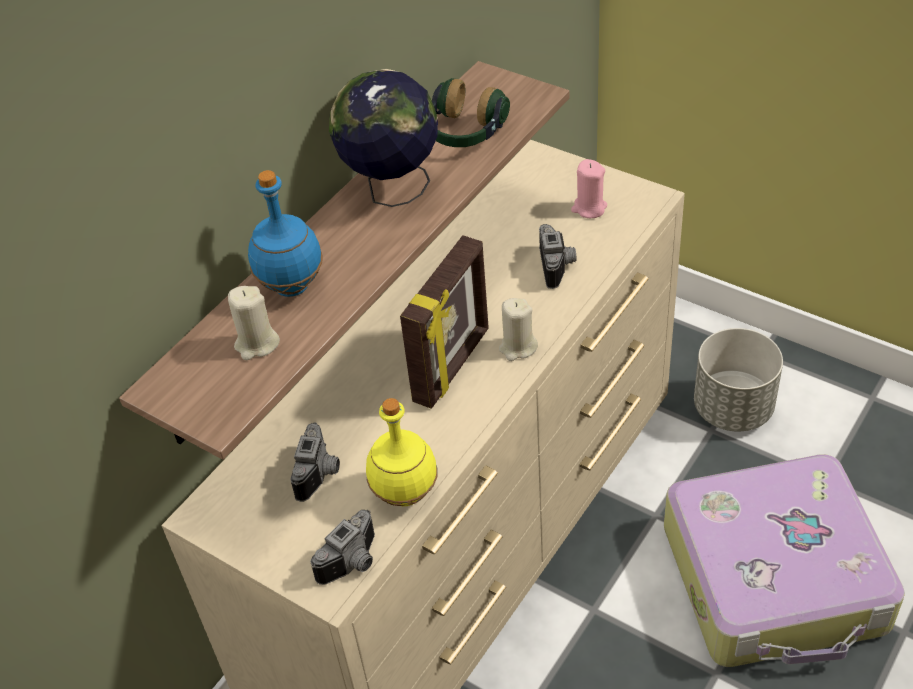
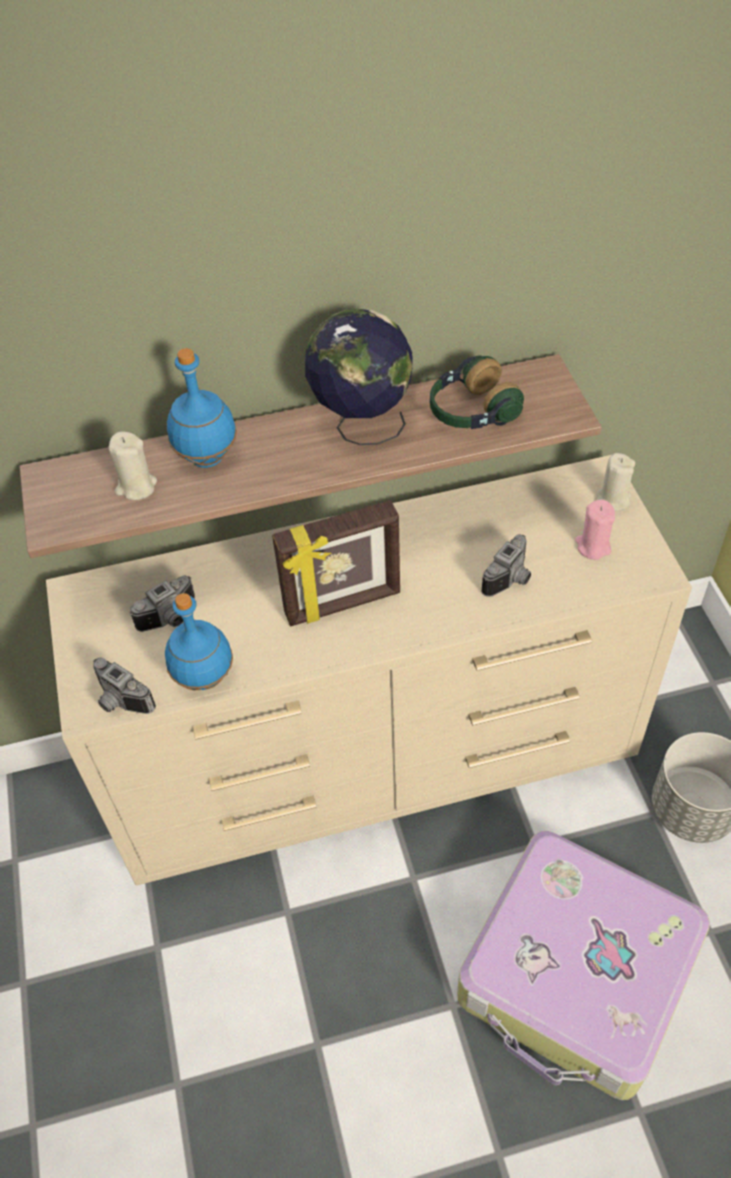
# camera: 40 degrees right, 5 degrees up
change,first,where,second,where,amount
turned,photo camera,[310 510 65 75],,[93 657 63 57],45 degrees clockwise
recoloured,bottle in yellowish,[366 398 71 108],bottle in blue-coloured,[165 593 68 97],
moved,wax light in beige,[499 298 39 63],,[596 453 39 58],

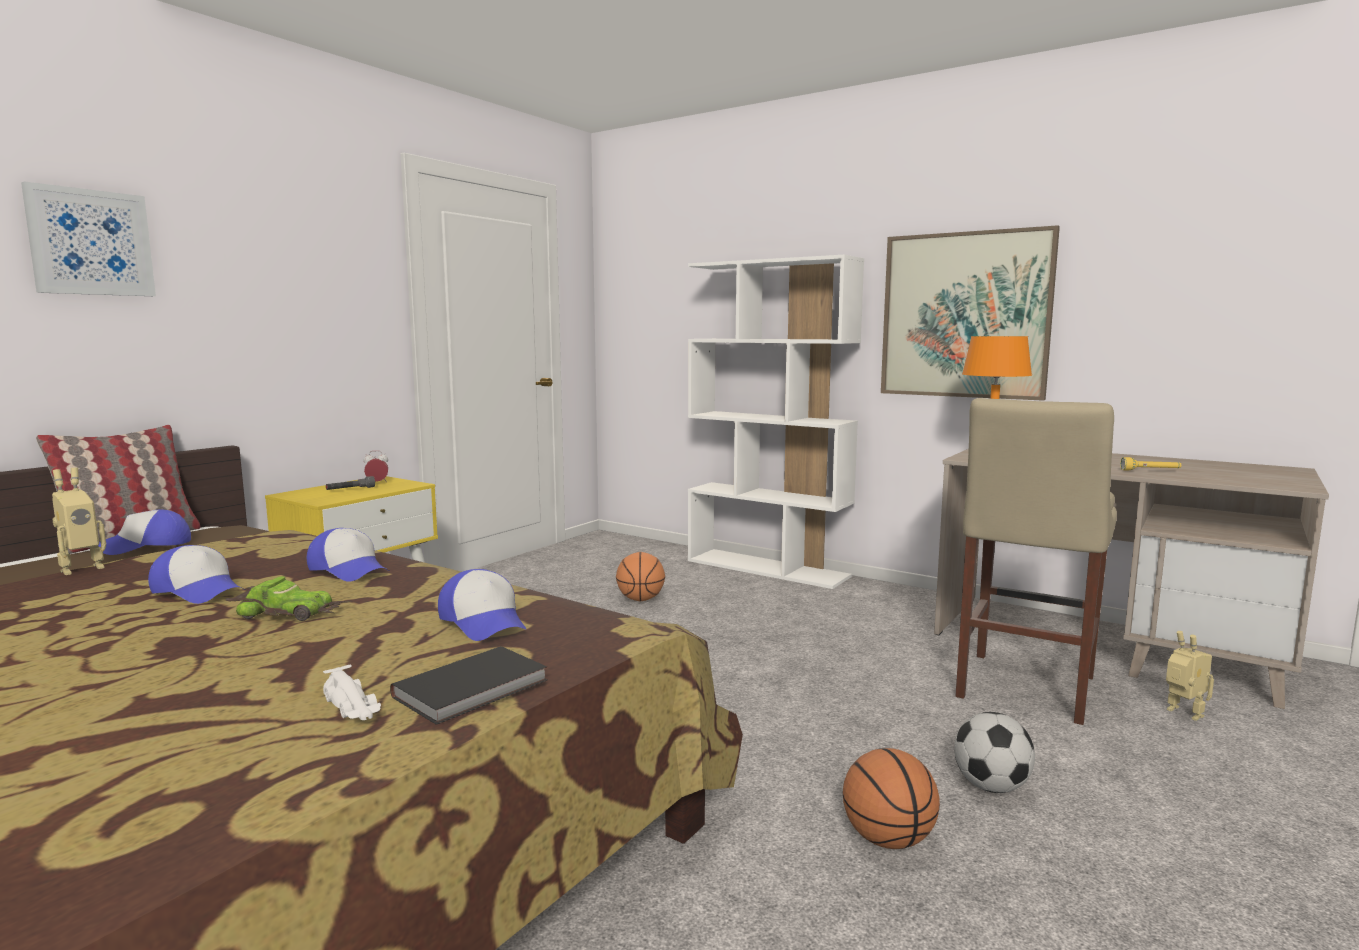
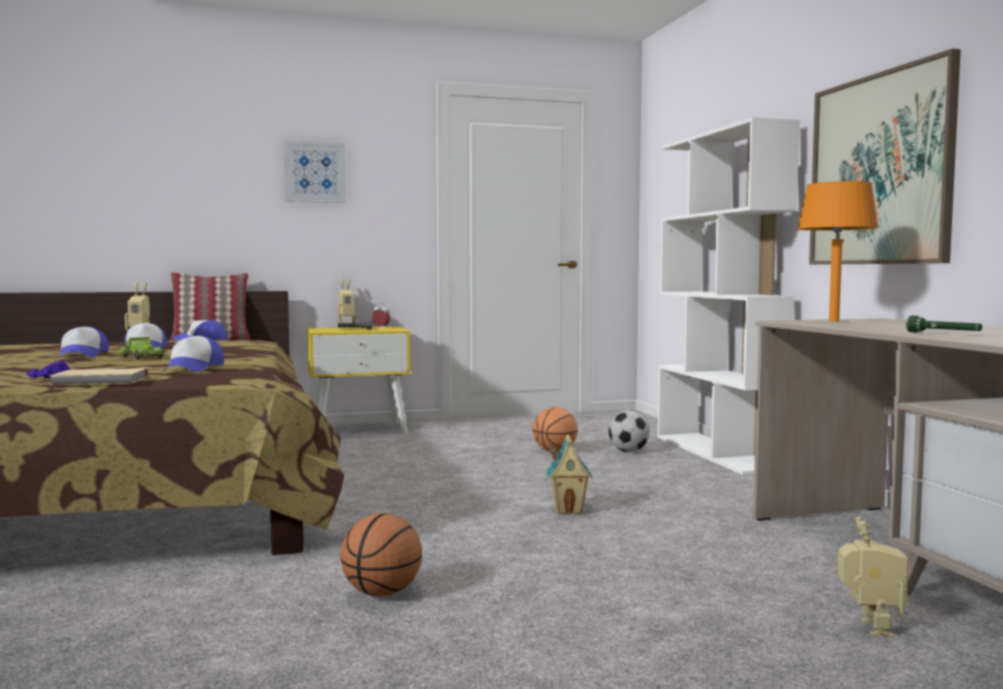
# camera: 40 degrees right, 5 degrees down
change,first,where,second,where,amount
moved,picture,[21 181 135 115],,[284 141 62 62],
moved,peaked cap,[307 528 82 54],,[58 327 51 31],
recoloured,miniature car in white,[323 665 58 55],miniature car in purple,[26 360 45 18],
recoloured,book in blackish,[390 646 157 79],book in beige,[49 368 99 17],
moved,ball for football,[954 712 81 81],,[609 410 41 42],
removed,stool in beige,[956 398 161 327],,,
recoloured,hand torch in yellowish,[1120 457 61 14],hand torch in green-coloured,[906 316 76 16],
added,,,robot figure,[338 278 19 50],
added,,,model house,[546 434 46 81],

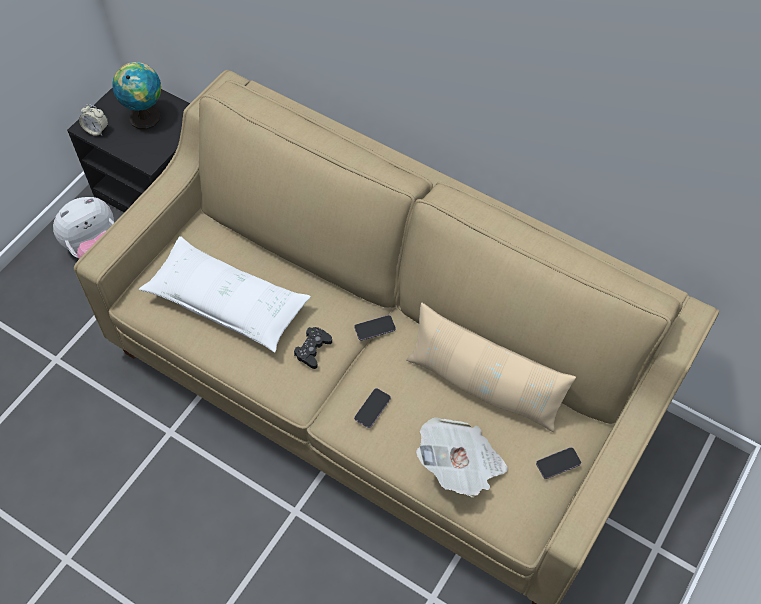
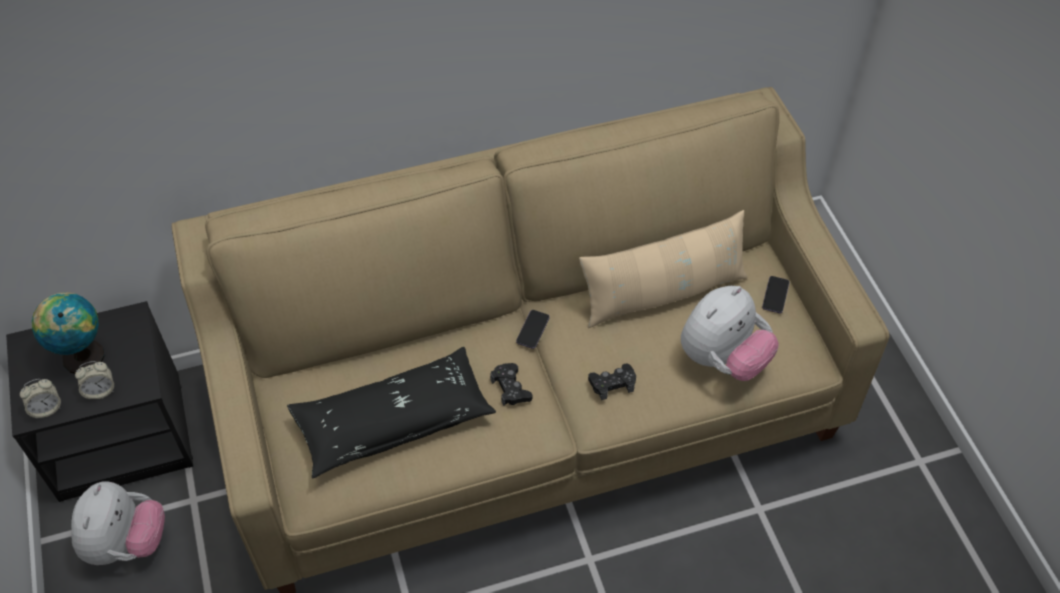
# camera: 50 degrees left, 5 degrees down
change,first,where,second,where,amount
recoloured,cushion in white,[139 236 172 117],cushion in blackish,[287 347 209 132],
replaced,handset,[354 388 37 40],joypad in blackish,[588 364 48 36],
replaced,daily paper,[416 417 92 80],cuddly toy,[681 286 98 95],
added,,,table clock,[75 361 39 39],

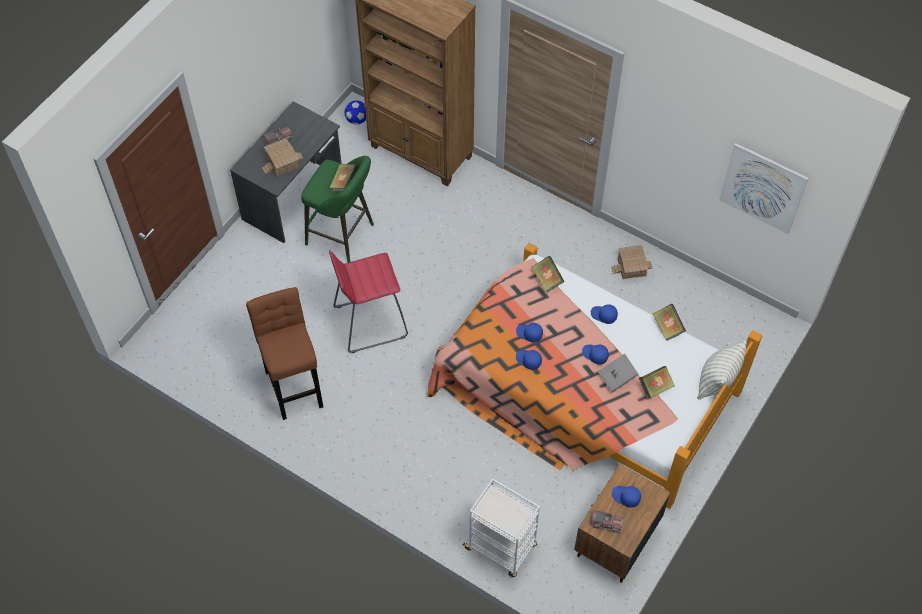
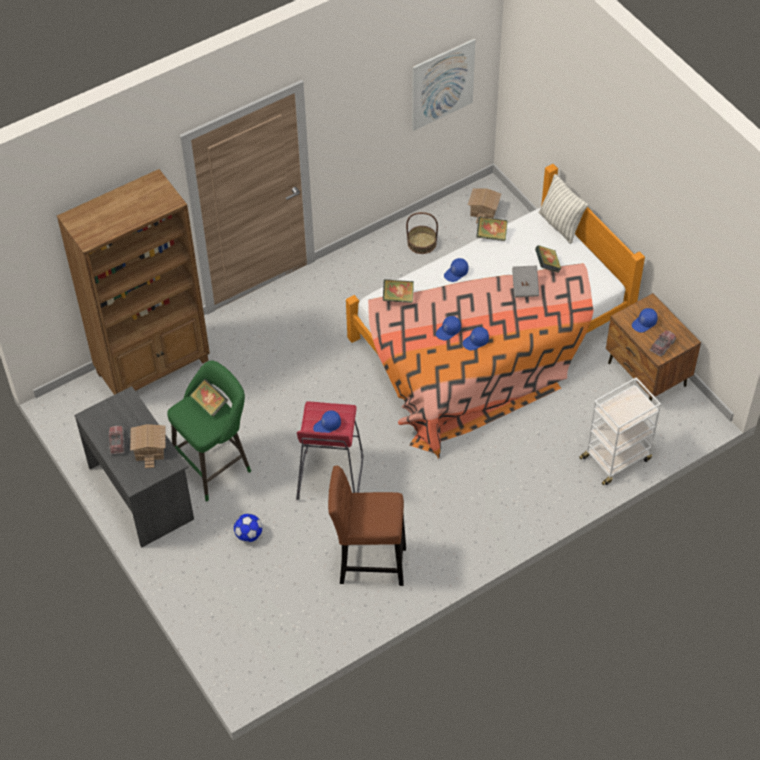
# camera: 65 degrees left, 5 degrees down
change,first,where,second,where,amount
moved,ball for football,[344 100 22 24],,[234 514 28 28],
moved,peaked cap in blue-coloured,[582 344 27 21],,[313 411 28 22],
moved,model house,[611 245 42 34],,[468 188 33 36],
added,,,basket,[406 212 32 42],

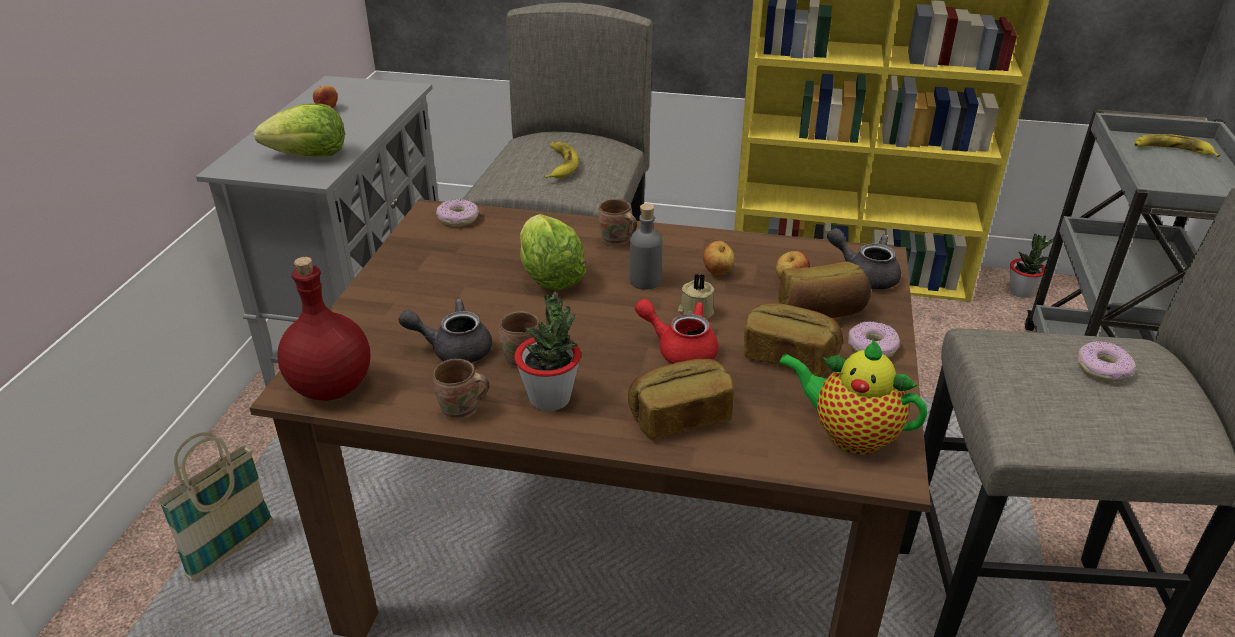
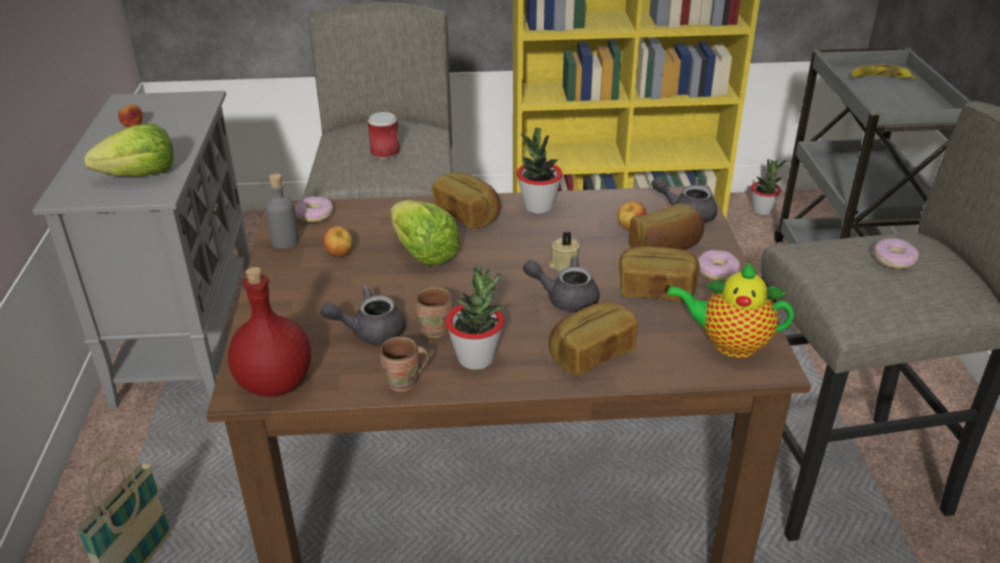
# camera: 15 degrees left, 0 degrees up
change,first,where,second,where,amount
replaced,banana,[544 142 35 36],sealed can,[368 112 32 47],
replaced,tea mug in brown-coloured,[598 199 39 47],baked bread,[432 172 69 57],
moved,bottle in grey,[629 203 33 87],,[265 173 34 76],
recoloured,teapot in red,[635 299 83 65],teapot in grey,[523 256 77 56],
moved,whole apple,[703 241 31 34],,[323 226 29 31],
added,,,houseplant,[517 128 46 86],

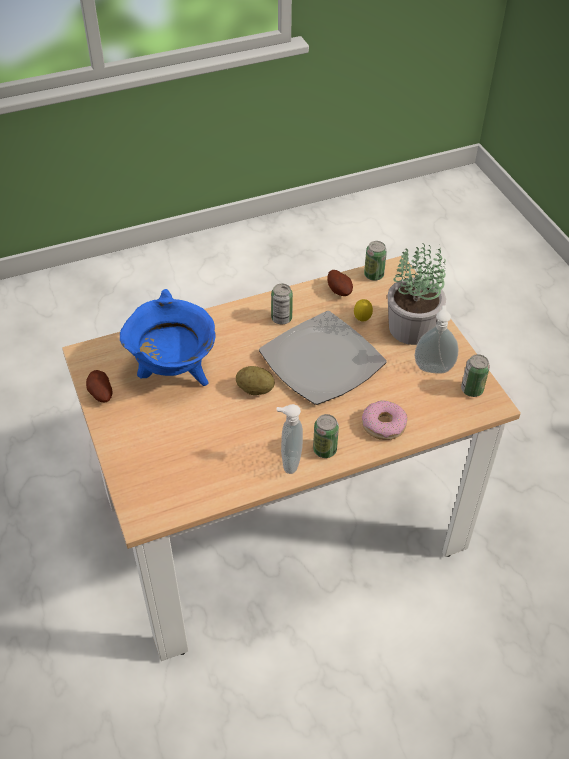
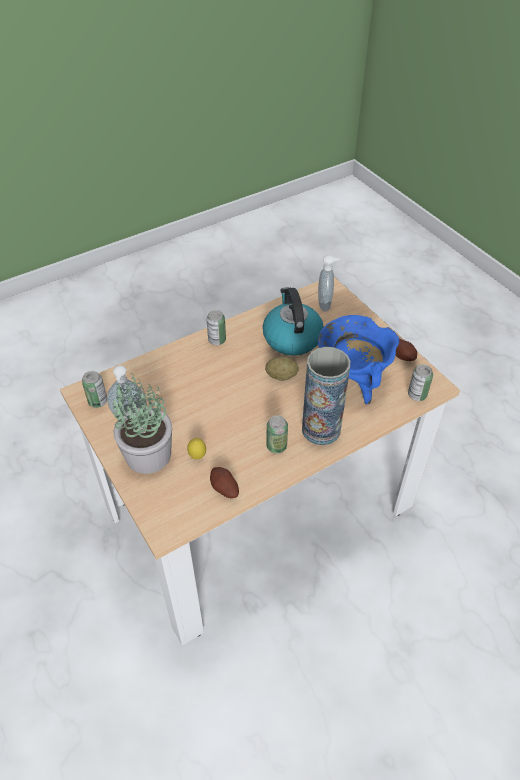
# camera: 170 degrees right, 0 degrees up
change,first,where,second,where,amount
removed,dinner plate,[259 311 128 94],,,
moved,soap dispenser,[276 404 27 70],,[318 255 22 57],
removed,doughnut,[362 400 45 40],,,
moved,sealed can,[364 241 23 40],,[408 364 25 37],
added,,,water kettle,[263 287 61 69],
added,,,vase,[302 347 48 98],

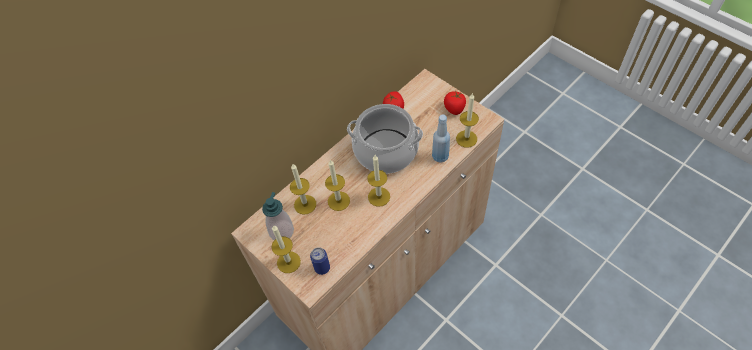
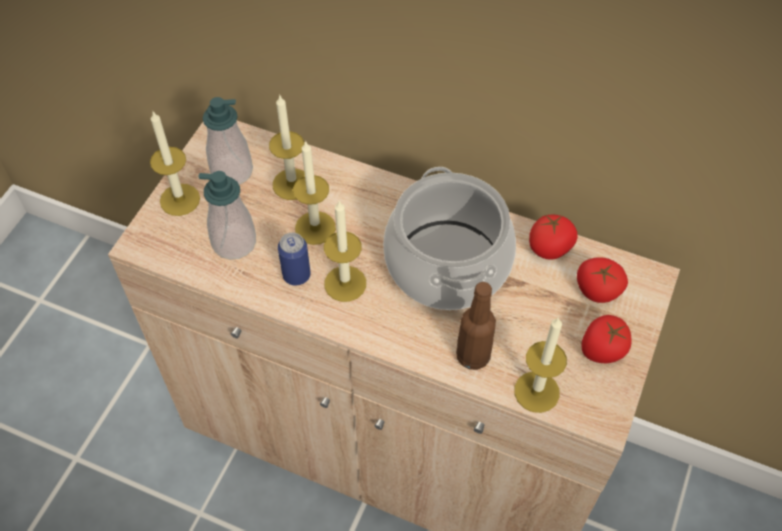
# camera: 65 degrees right, 0 degrees up
change,first,where,second,where,amount
moved,sealed can,[310 247 20 28],,[278 233 33 53],
recoloured,bottle in blue-coloured,[432 114 18 49],bottle in brown-coloured,[456 282 40 88],
added,,,soap dispenser,[198 171 58 89],
added,,,tomato,[577 257 51 46],

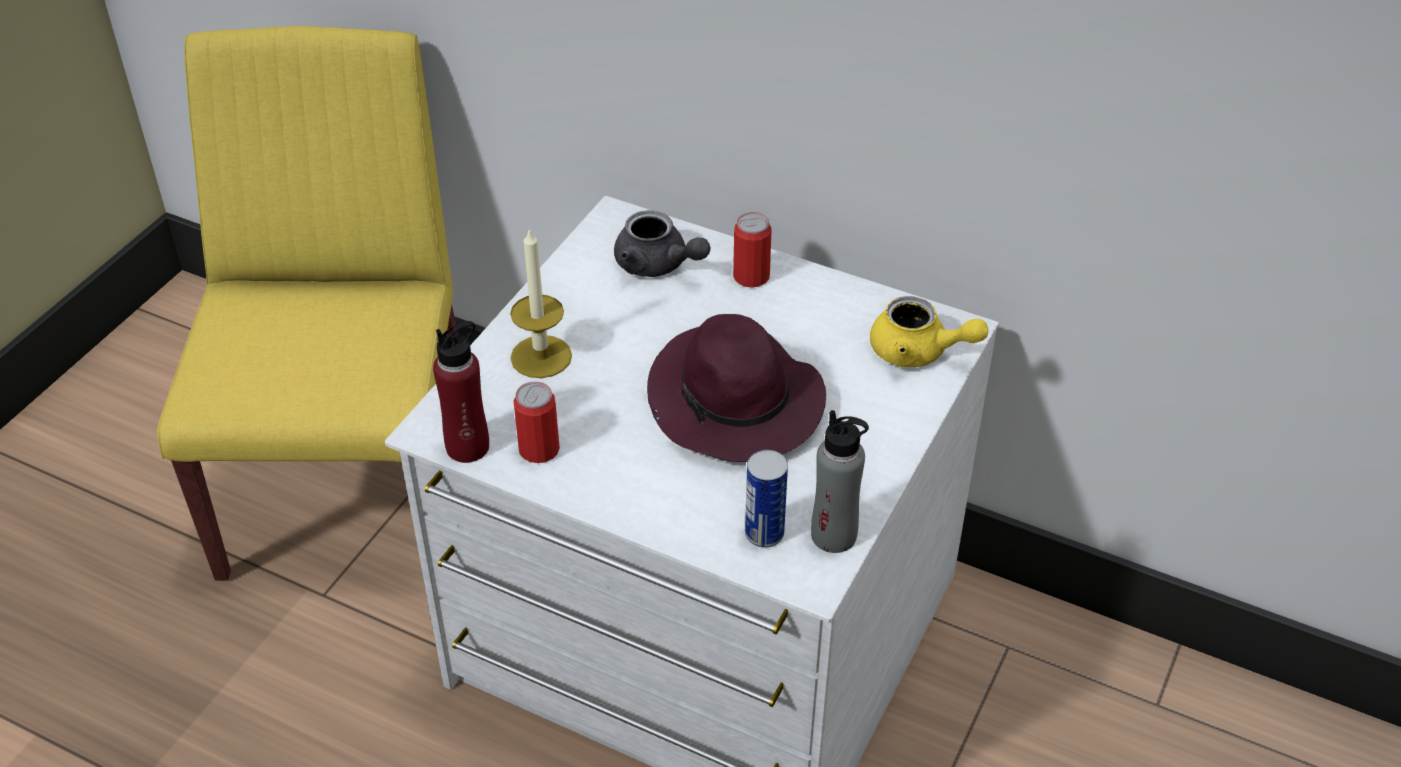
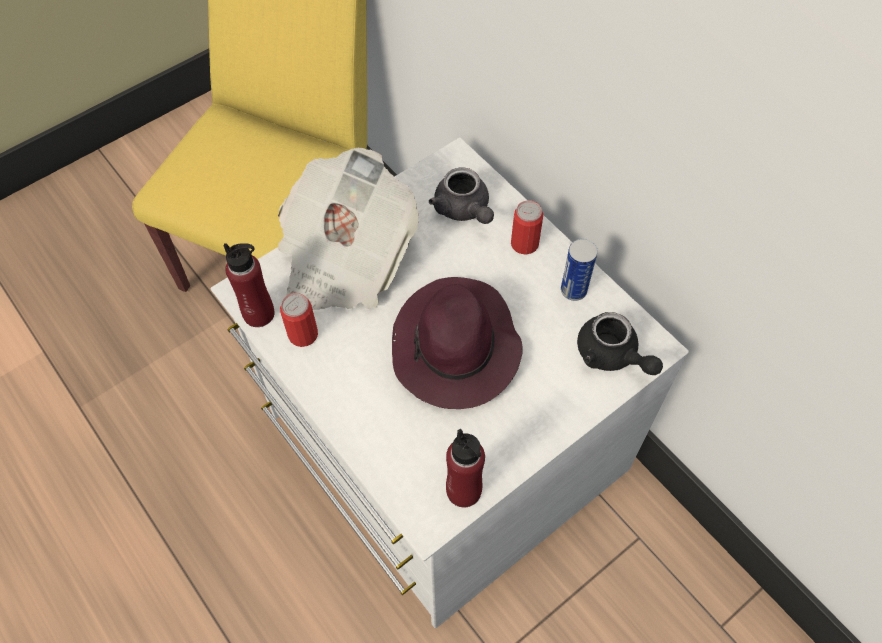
# camera: 25 degrees right, 15 degrees up
change,first,where,second,where,amount
replaced,wax light,[510 227 62 151],daily paper,[278 148 140 162],
moved,sealed can,[745 450 43 98],,[561 239 37 62],
recoloured,bottle in grey,[811 410 58 143],bottle in red,[446 429 39 78],
recoloured,teapot in yellowish,[870 296 119 71],teapot in blackish,[577 312 86 63],

